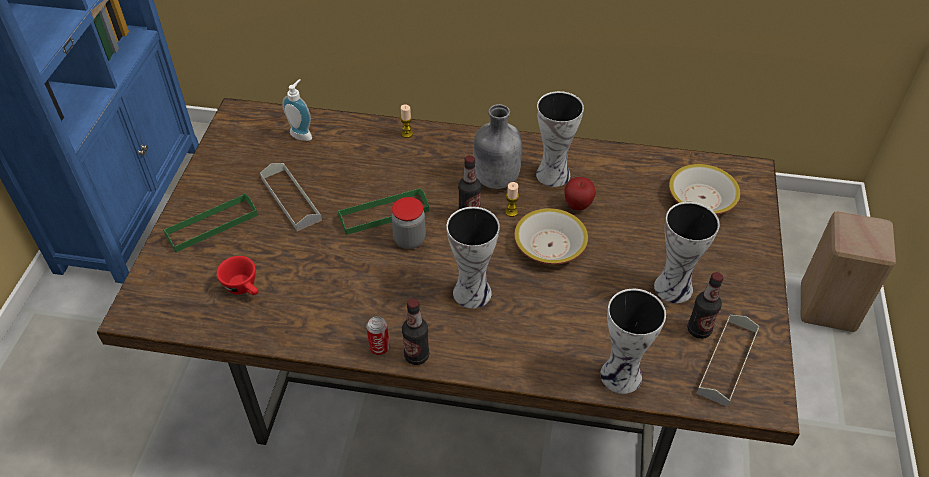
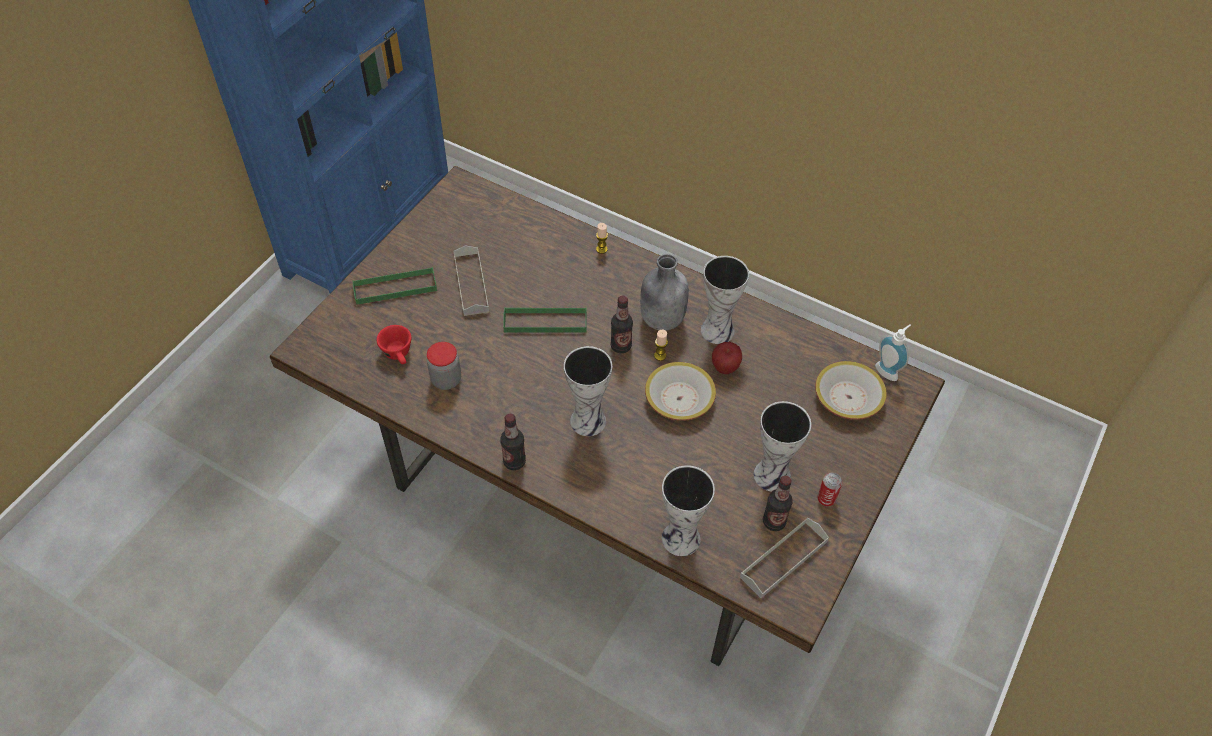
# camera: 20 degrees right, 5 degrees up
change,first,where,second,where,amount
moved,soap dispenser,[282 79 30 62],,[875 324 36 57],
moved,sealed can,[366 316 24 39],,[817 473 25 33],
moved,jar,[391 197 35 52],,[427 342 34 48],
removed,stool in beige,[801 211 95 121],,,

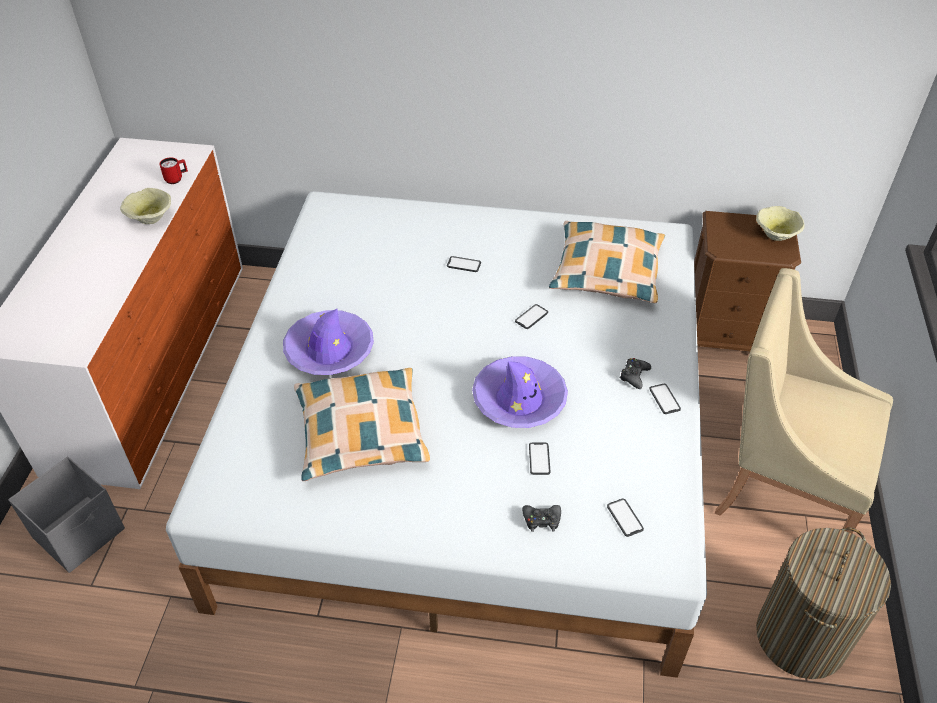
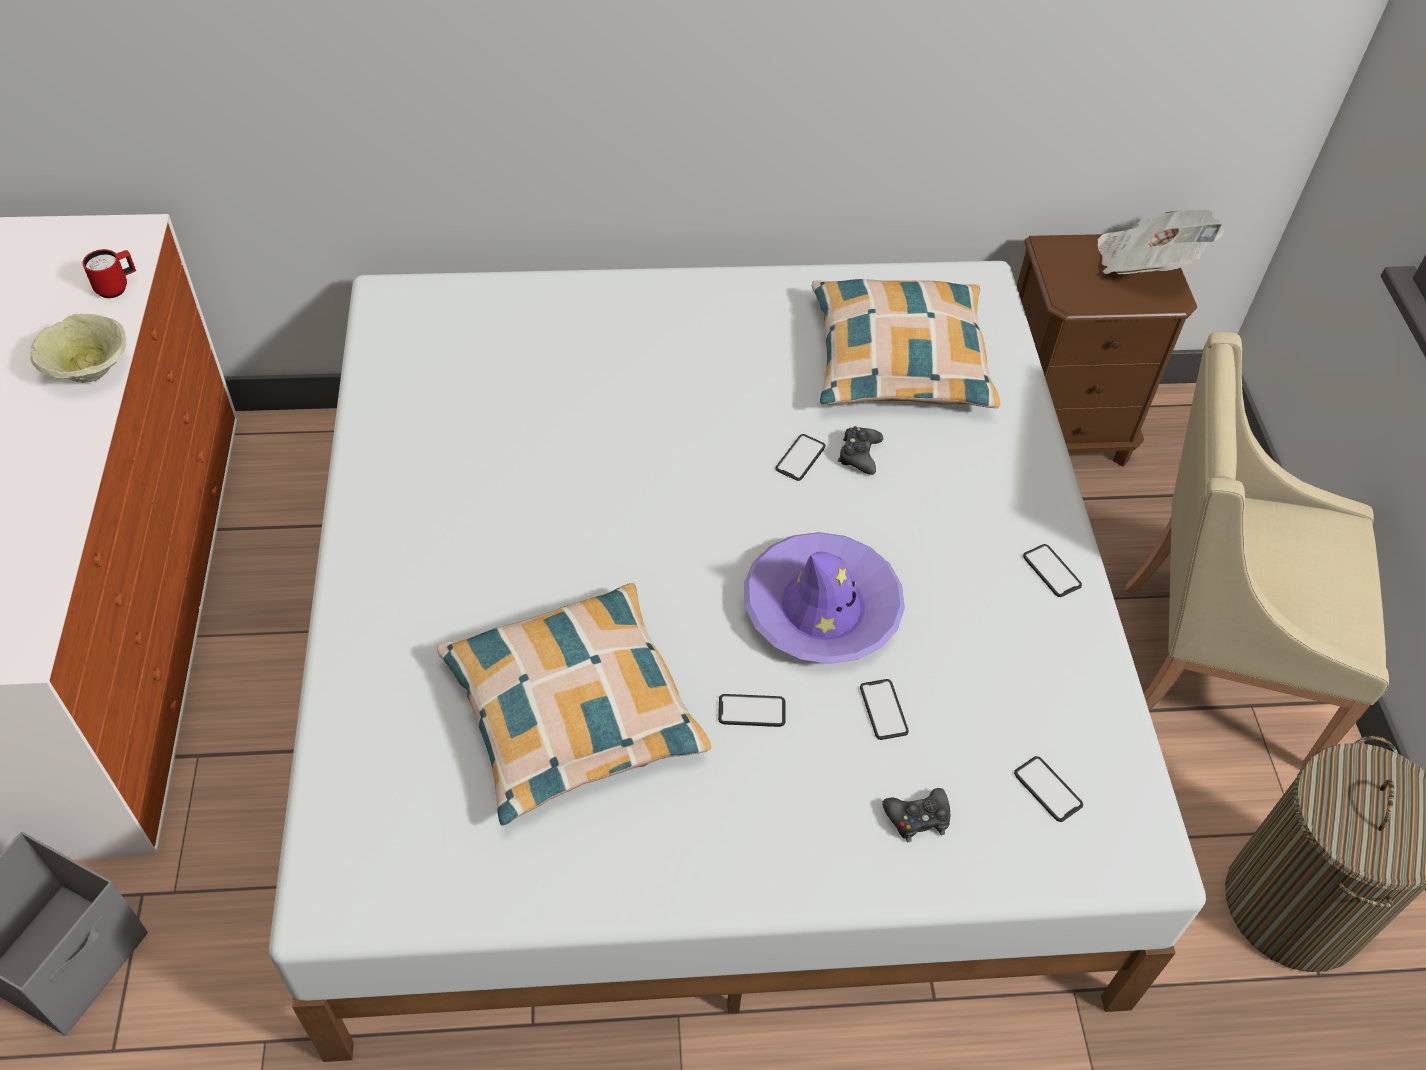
# camera: 15 degrees left, 5 degrees up
change,first,where,second,where,amount
removed,wearable hat in purple,[283 309 91 66],,,
moved,handset,[447 256 34 16],,[718 694 67 33],
moved,joypad in blackish,[620 358 31 31],,[838 426 45 49],
replaced,serving bowl in beige,[756 206 48 35],daily paper,[1097 210 127 64],

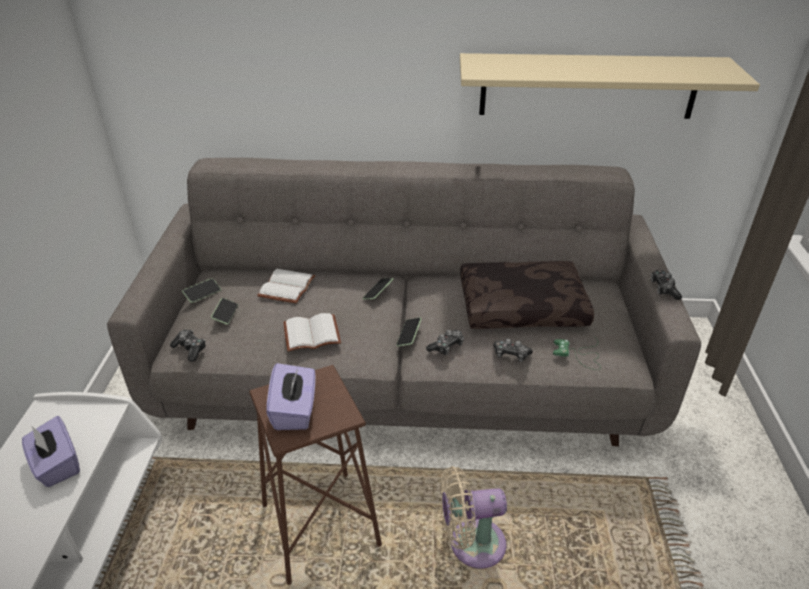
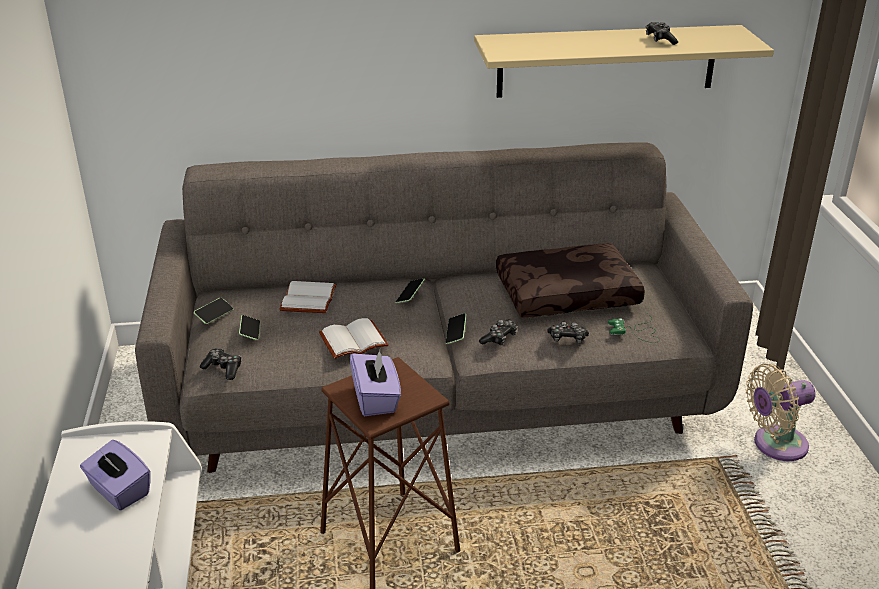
# camera: 10 degrees left, 5 degrees down
change,first,where,second,where,amount
moved,cooling fan in beige,[441 466 66 103],,[746 363 70 98],
moved,joypad,[651 270 31 30],,[646 22 32 23],

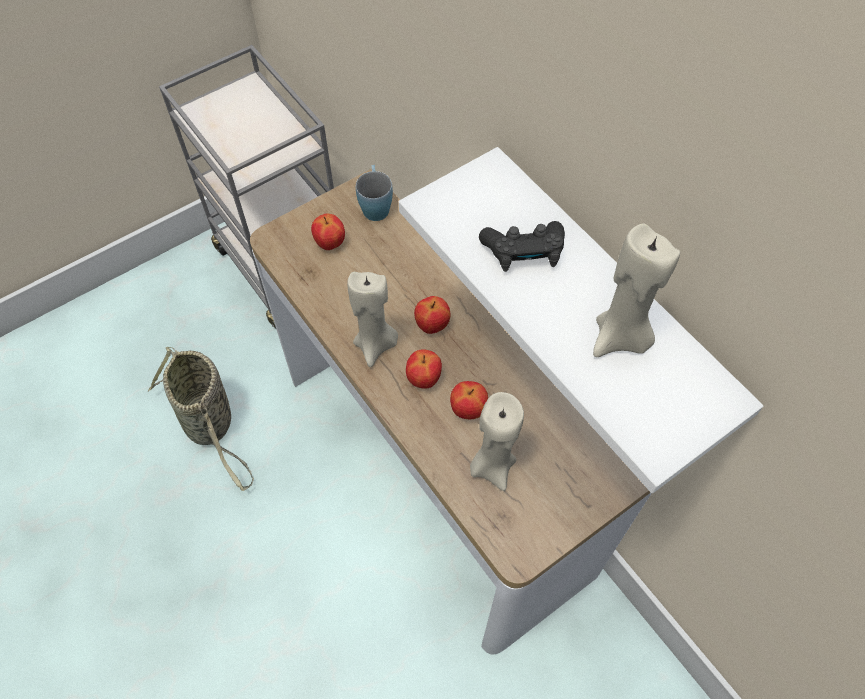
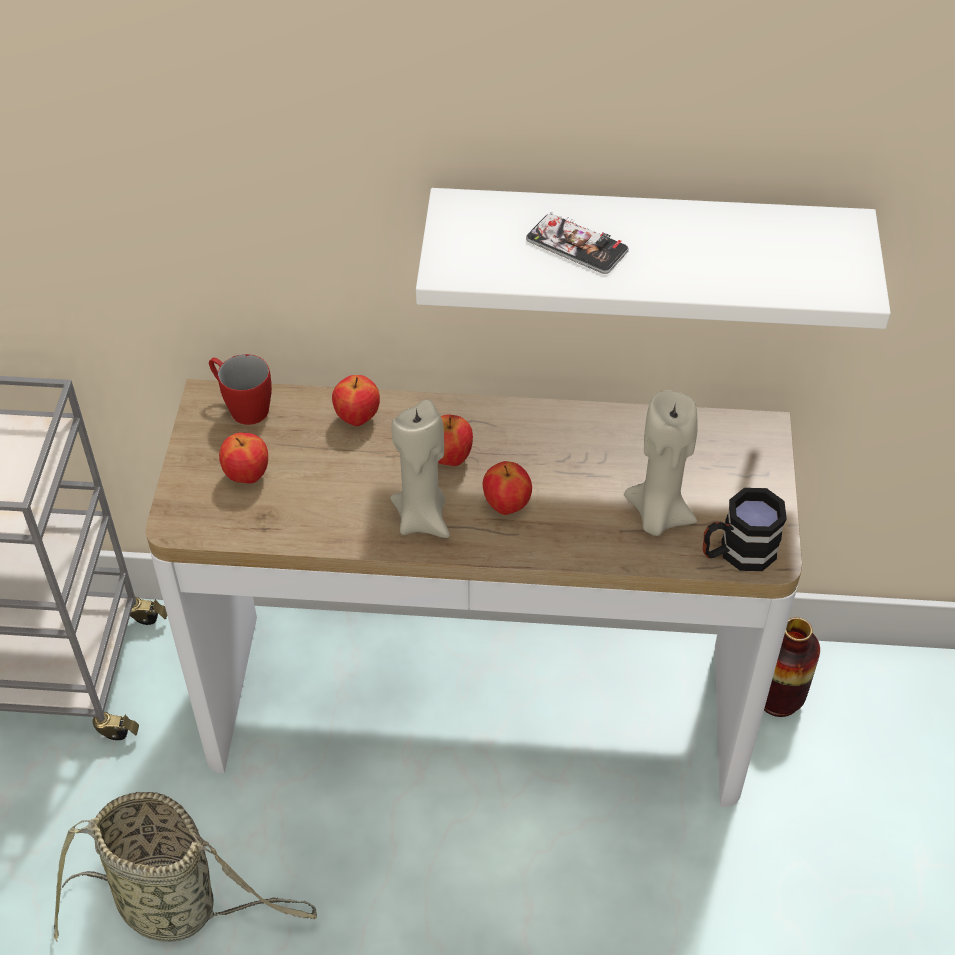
# camera: 50 degrees left, 10 degrees down
change,first,where,second,where,amount
recoloured,tea mug in blue-coloured,[356 165 37 56],tea mug in red,[209 354 63 71],
moved,whole apple,[450 381 38 38],,[332 375 48 51],
replaced,joypad in blackish,[479 221 86 51],handset,[526 212 103 62],
removed,wax light in beige,[593 224 87 133],,,
added,,,tea mug in blackish,[703 488 84 83],
added,,,vase,[764 617 56 100],

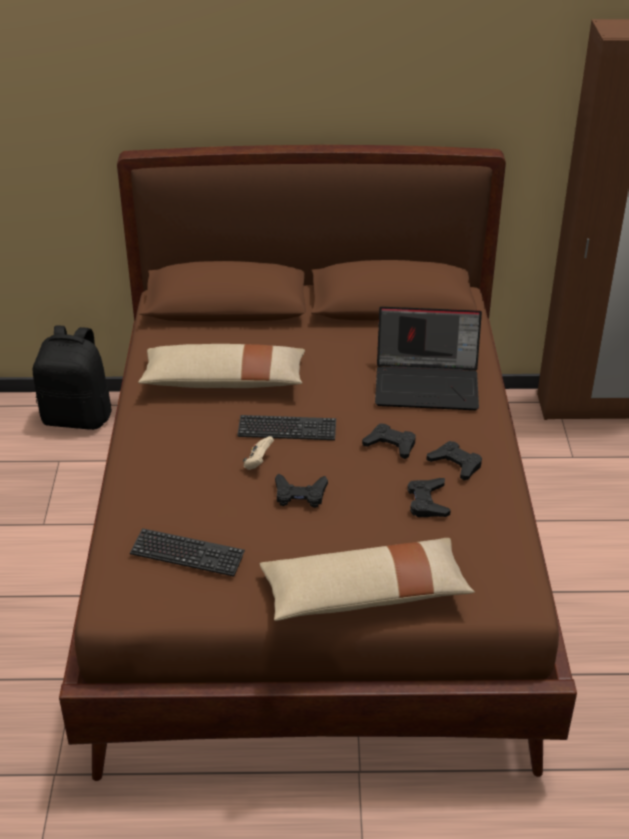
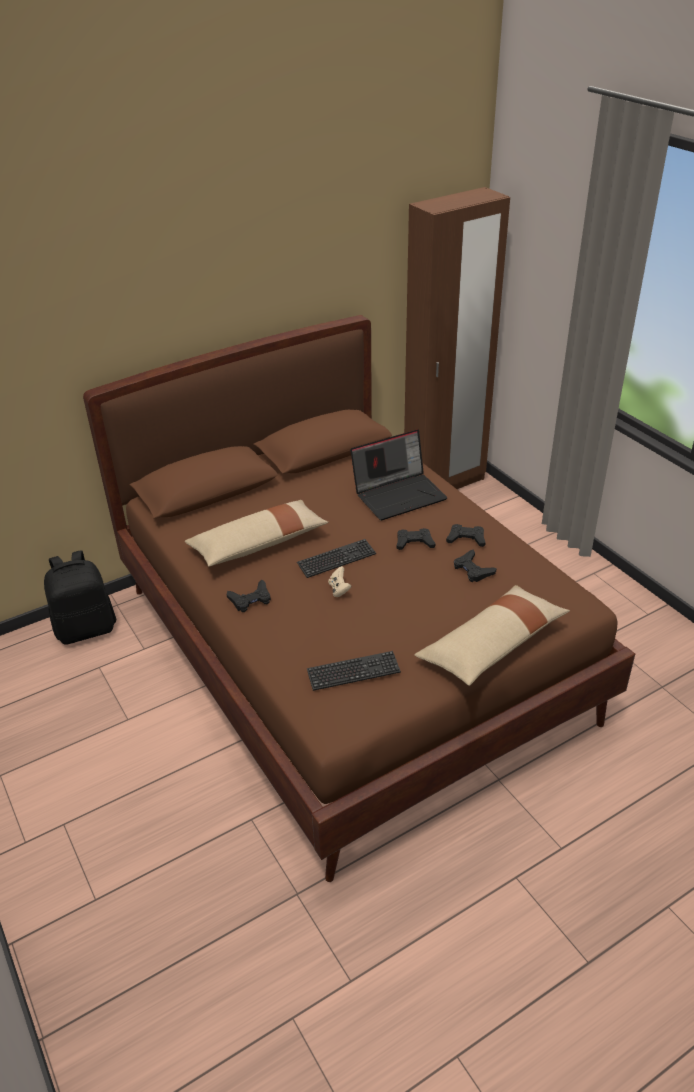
# camera: 30 degrees left, 0 degrees up
change,first,where,second,where,amount
moved,joypad in blackish,[275 473 53 35],,[227 580 44 32],

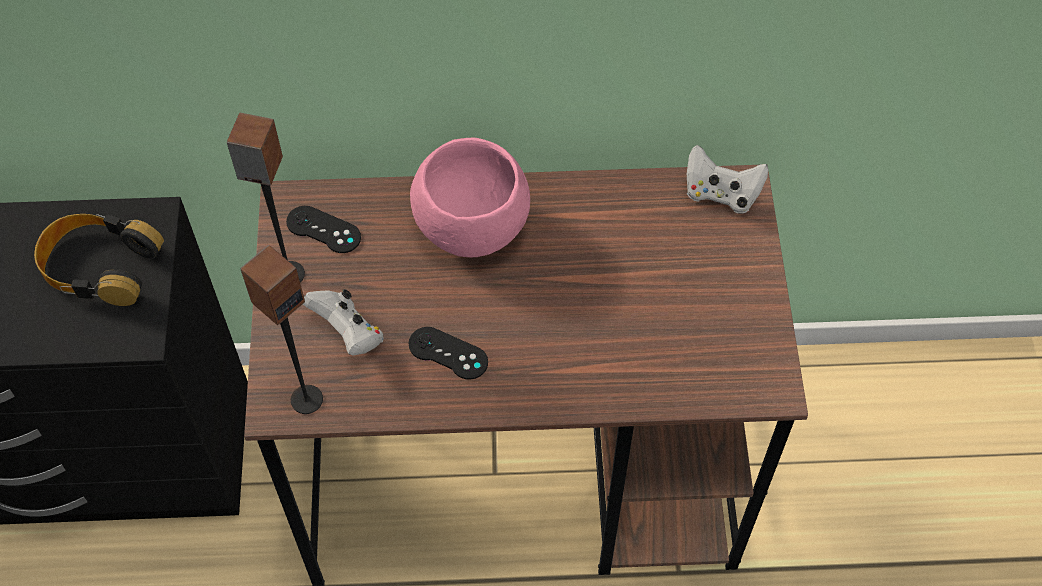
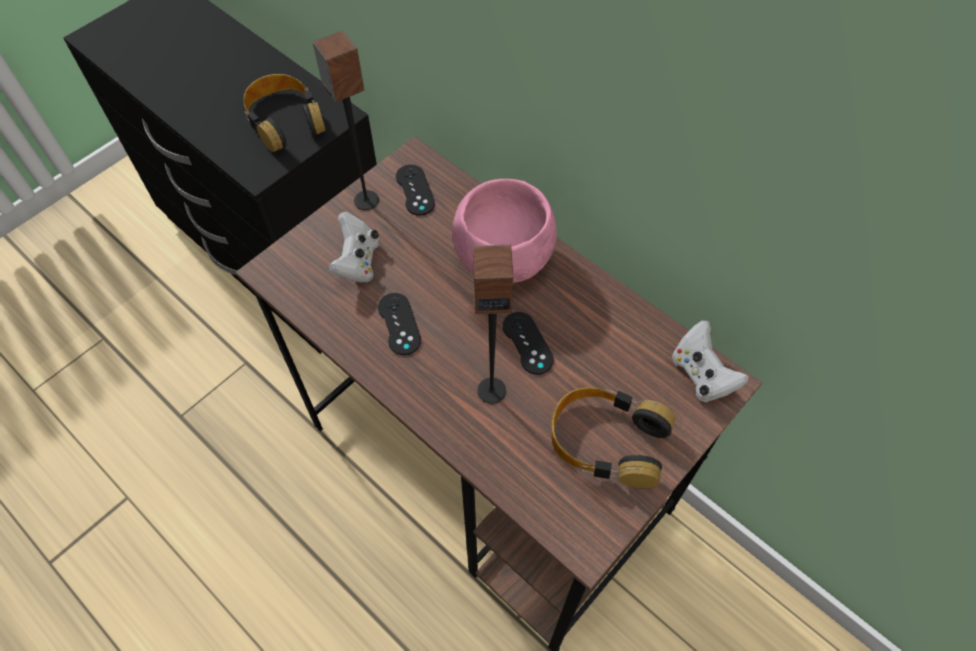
# camera: 45 degrees right, 0 degrees up
change,first,where,second,where,amount
moved,audio speaker,[240 245 83 169],,[473 245 40 159],
added,,,joypad in blackish,[503 312 51 63],
added,,,headset,[551 388 124 101],

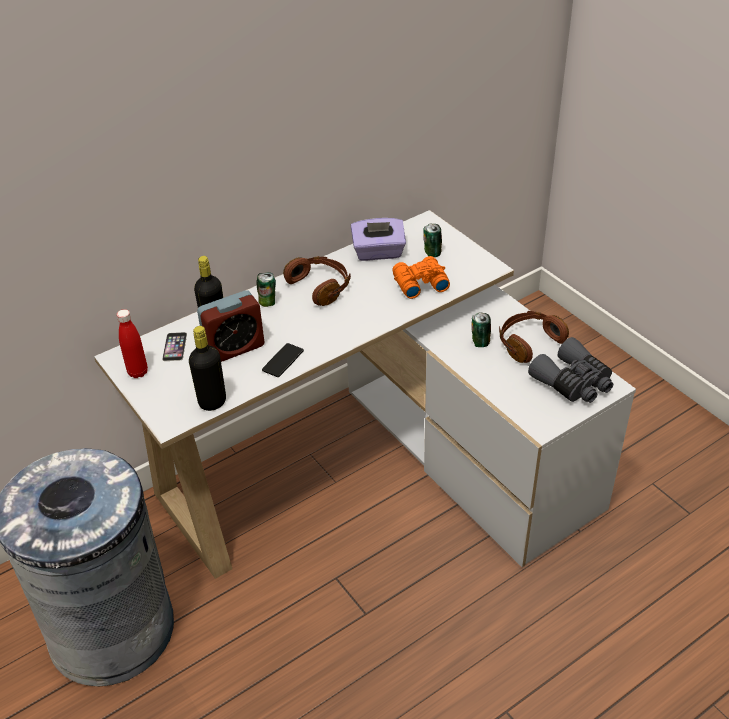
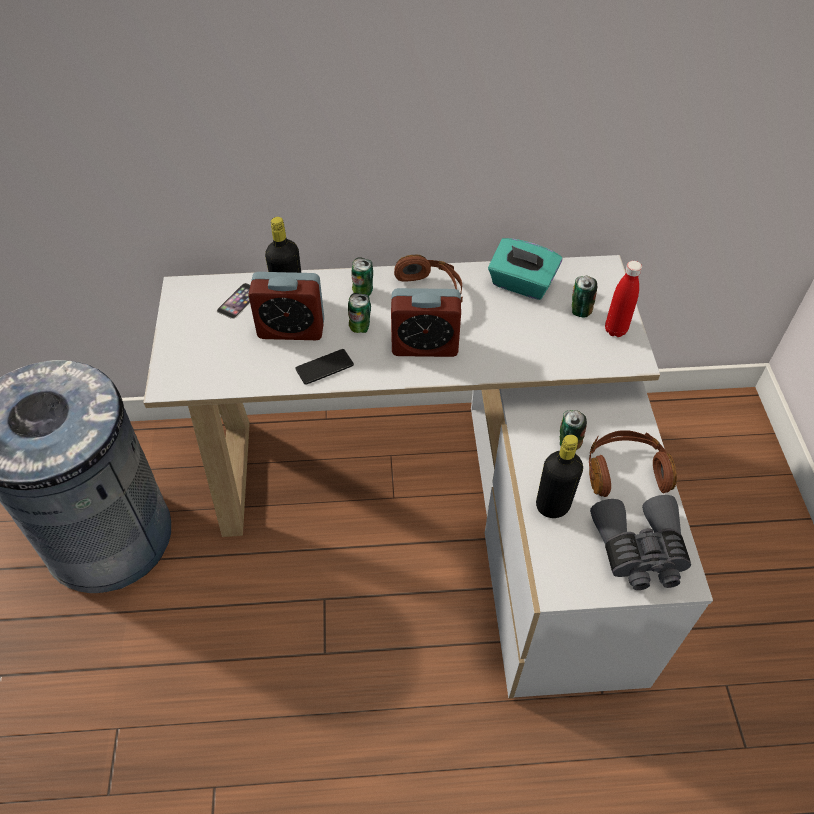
# camera: 30 degrees right, 10 degrees up
change,first,where,second,where,amount
moved,bottle in red,[117 309 31 69],,[605 261 37 76],
moved,bottle in blackish,[189 326 37 85],,[536 435 47 83],
recoloured,tissue box in purple,[351 218 55 43],tissue box in turquoise,[488 238 74 62],
removed,pair of binoculars in orange,[392 256 58 43],,,
added,,,sealed can,[348 293 23 40],
added,,,table clock,[391 288 70 69],

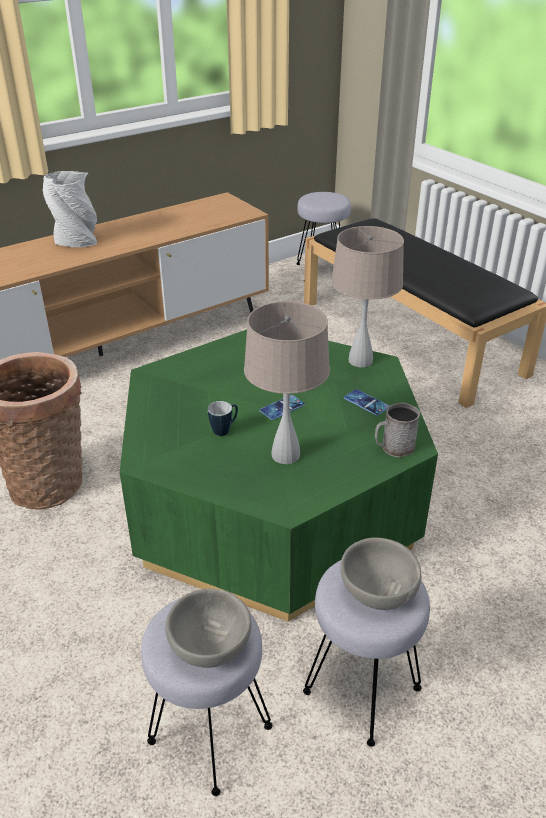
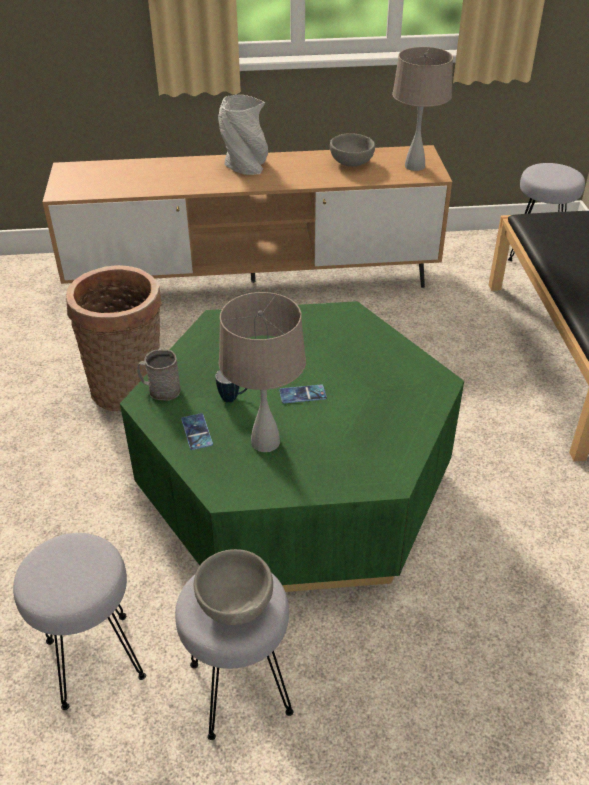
# camera: 30 degrees right, 5 degrees up
change,first,where,second,where,amount
moved,serving bowl in grey,[165 588 86 80],,[330 133 45 33],
moved,lamp for a table in beige,[331 226 73 141],,[392 47 61 124],
moved,handset,[344 389 45 27],,[181 413 32 37],
moved,tea mug in grey,[375 402 45 55],,[137 349 44 52],

